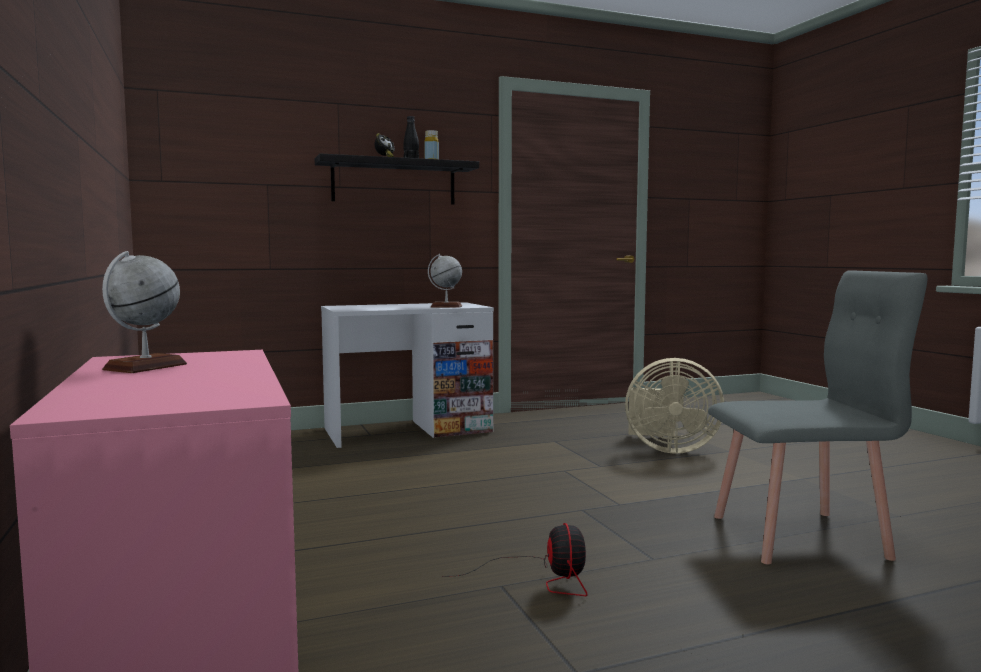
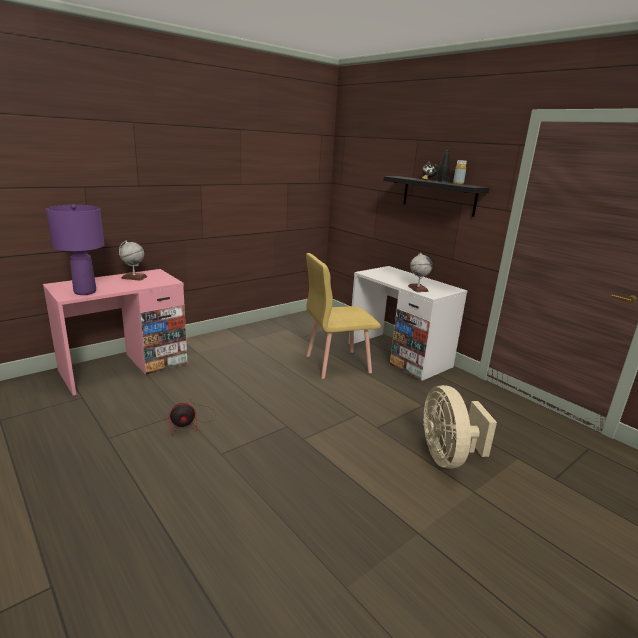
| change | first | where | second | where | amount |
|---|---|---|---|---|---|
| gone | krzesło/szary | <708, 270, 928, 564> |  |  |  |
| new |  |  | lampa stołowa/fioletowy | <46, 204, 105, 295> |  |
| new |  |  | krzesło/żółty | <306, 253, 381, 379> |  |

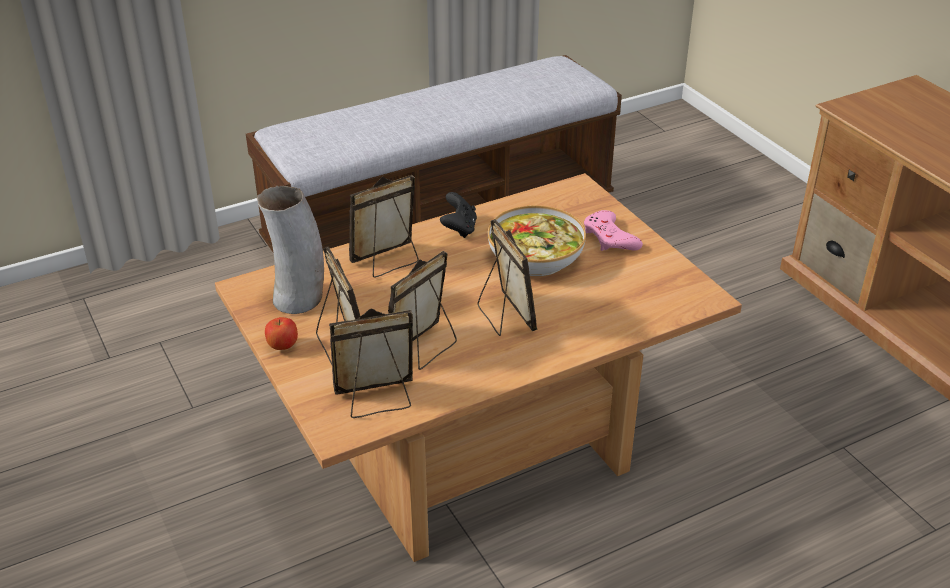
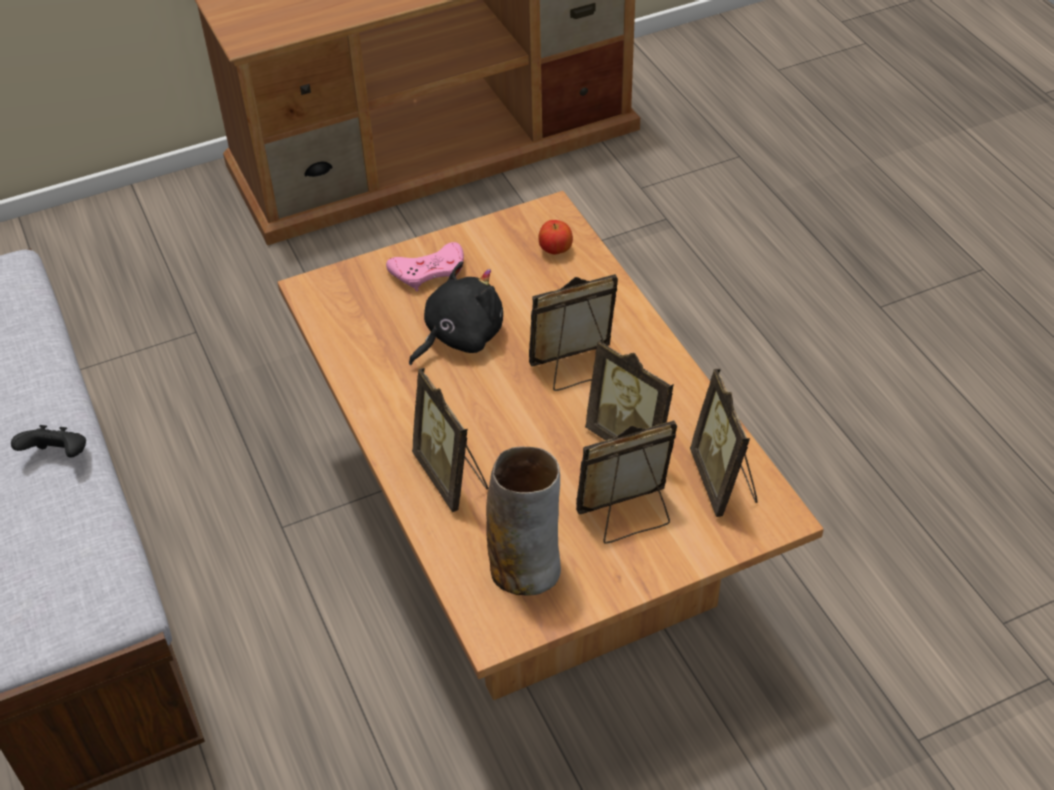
| change | first | where | second | where | amount |
|---|---|---|---|---|---|
| shifted | jabłko | <265, 317, 298, 350> |  | <538, 220, 573, 255> |  |
| shifted | pad do gier/czarny | <440, 192, 477, 238> |  | <11, 425, 86, 458> |  |
| swapped | miska | <488, 205, 586, 276> | pluszak/czarny | <409, 261, 503, 365> |  |

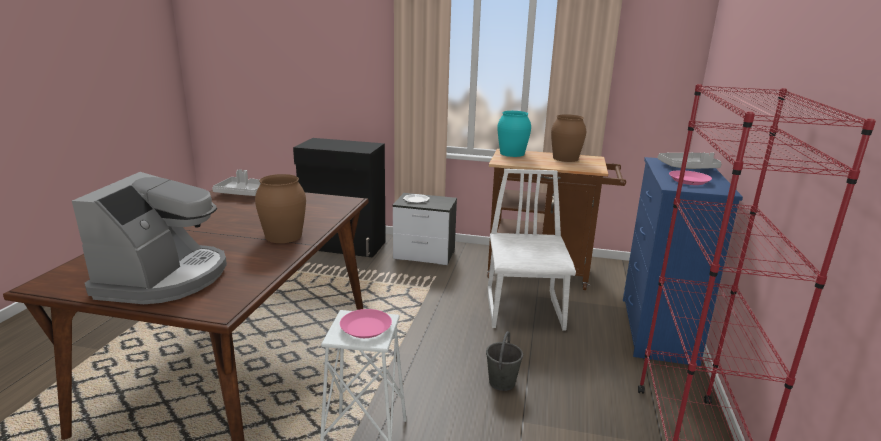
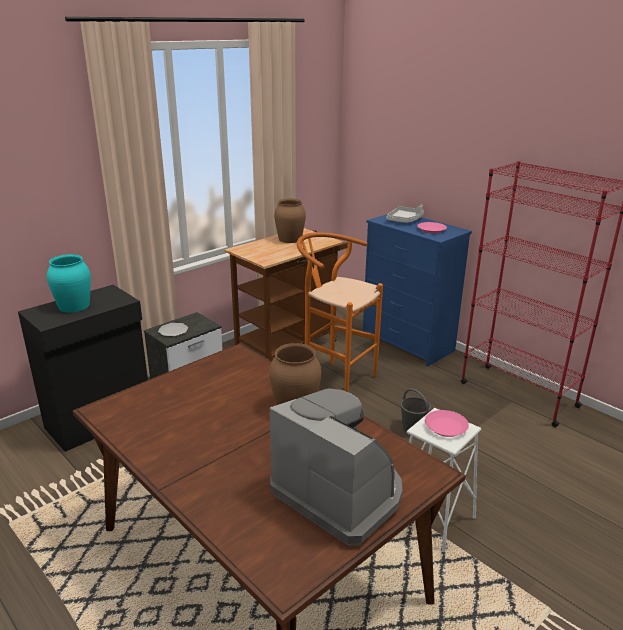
| change | first | where | second | where | amount |
|---|---|---|---|---|---|
| gone | taca/szary | <212, 169, 260, 196> |  |  |  |
| shifted | wazon/turkusowy | <497, 111, 531, 157> |  | <47, 254, 91, 312> |  |
| swapped | krzesło/biały | <488, 169, 576, 331> | stołek/pomarańczowy | <297, 232, 383, 392> |  |

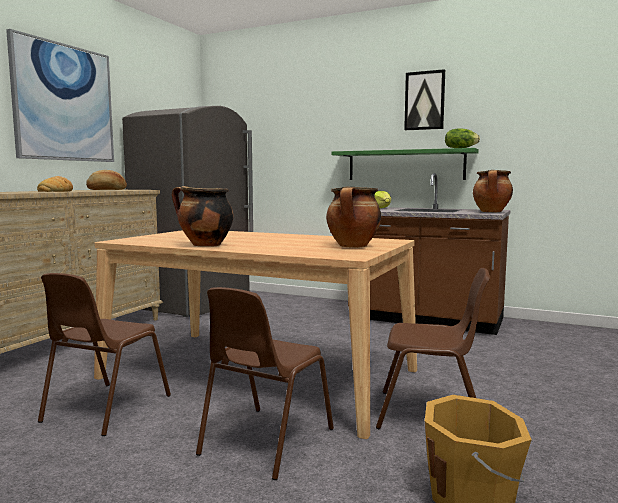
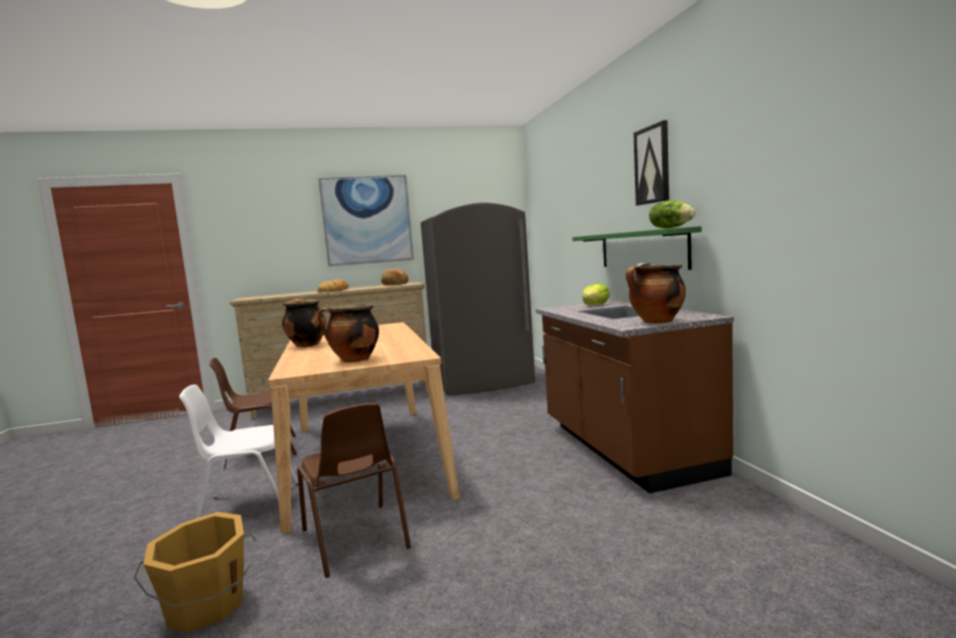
| change | first | where | second | where | amount |
|---|---|---|---|---|---|
| repainted | krzesło/brązowy | <196, 287, 334, 480> | krzesło/biały | <179, 384, 298, 519> |  |

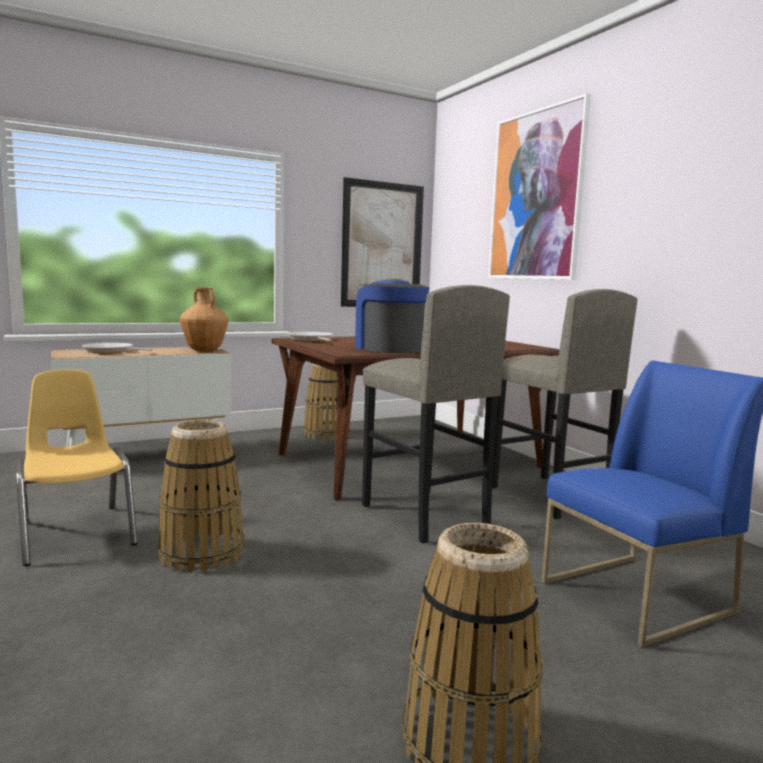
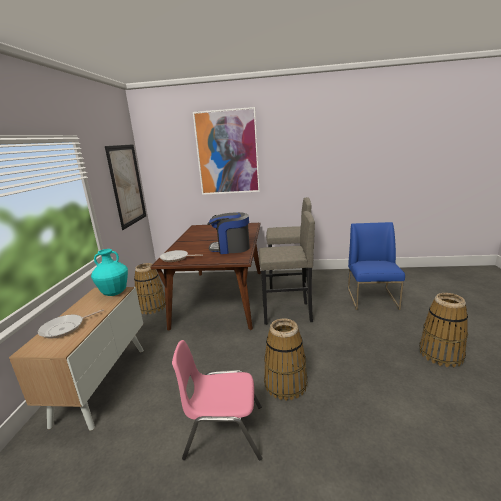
| change | first | where | second | where | amount |
|---|---|---|---|---|---|
| repainted | krzesło/żółty | <16, 370, 138, 566> | krzesło/różowy | <172, 340, 262, 460> |  |
| repainted | wazon/brązowy | <180, 287, 228, 352> | wazon/turkusowy | <91, 249, 128, 296> |  |

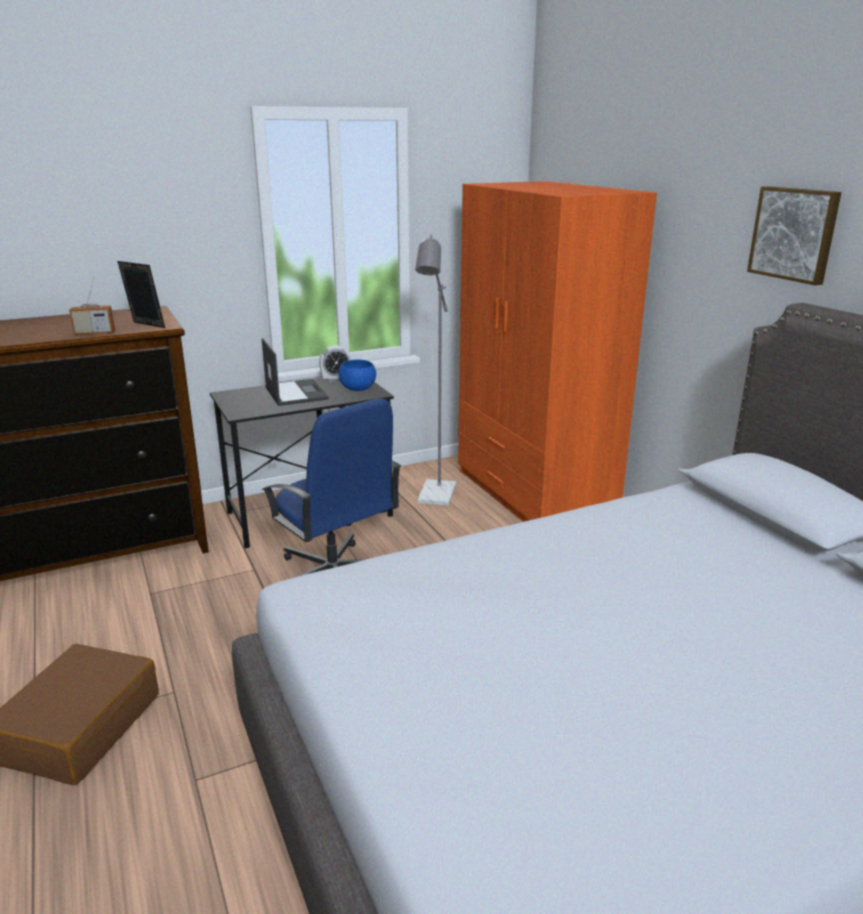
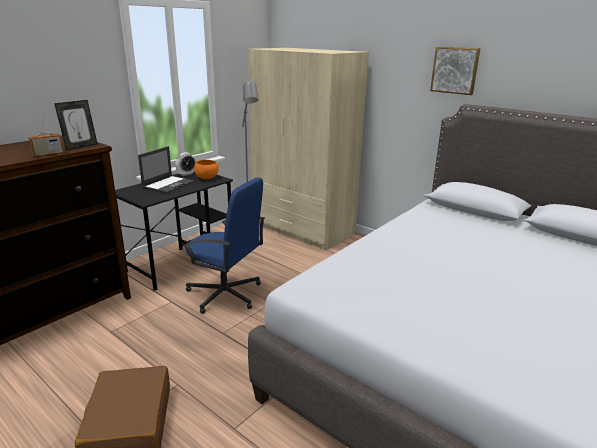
| change | first | where | second | where | amount |
|---|---|---|---|---|---|
| repainted | miska/niebieski | <339, 360, 376, 391> | miska/pomarańczowy | <194, 160, 219, 179> |  |
| repainted | szafa/pomarańczowy | <458, 181, 657, 522> | szafa/beżowy | <248, 48, 369, 251> |  |
| rotated | ramka na zdjęcie | <117, 261, 165, 328> |  | <54, 100, 98, 150> | 120 degrees clockwise |
| rotated | laptop | <262, 338, 329, 406> |  | <138, 146, 195, 194> | 75 degrees clockwise |

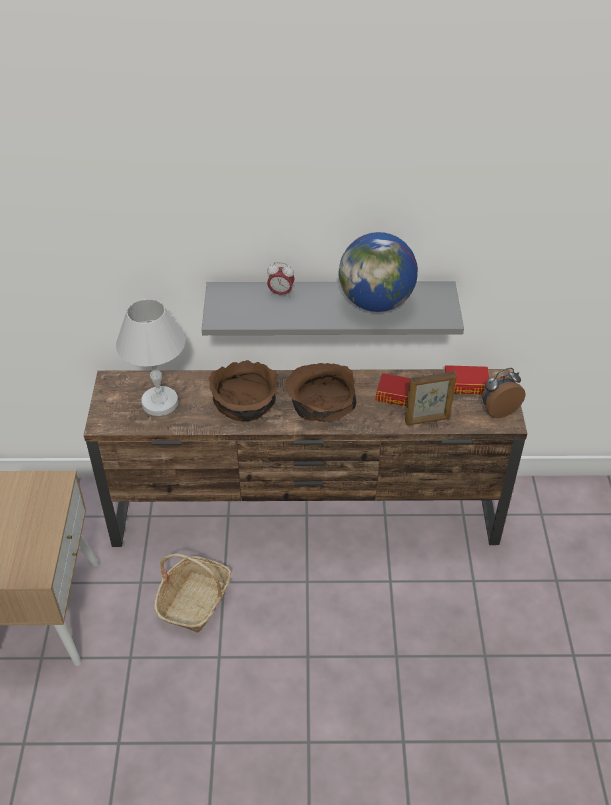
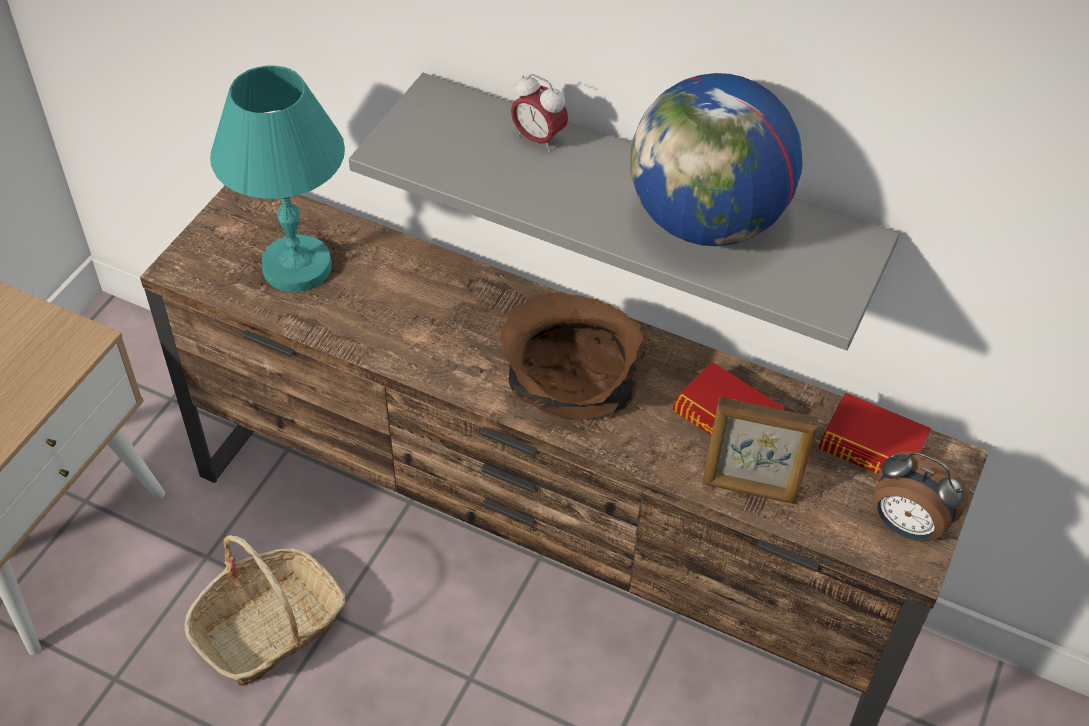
| change | first | where | second | where | amount |
|---|---|---|---|---|---|
| gone | miska/brązowy | <208, 360, 278, 422> |  |  |  |
| repainted | lampa stołowa/biały | <116, 299, 185, 416> | lampa stołowa/turkusowy | <210, 65, 345, 292> |  |
| rotated | budzik | <482, 368, 526, 418> |  | <872, 451, 969, 542> | 150 degrees counterclockwise |

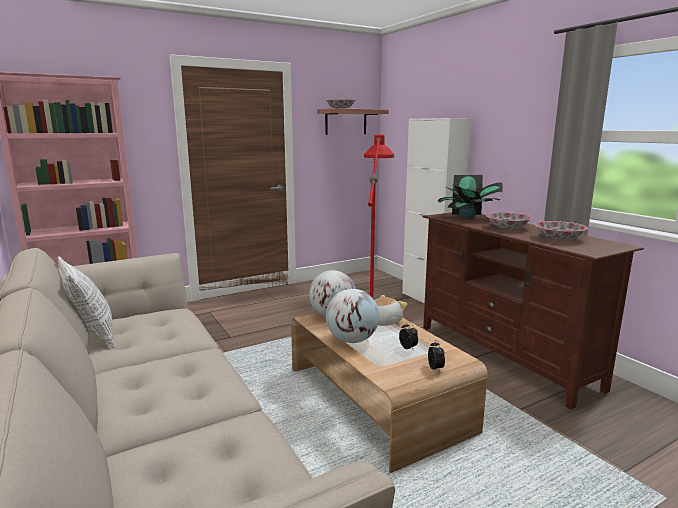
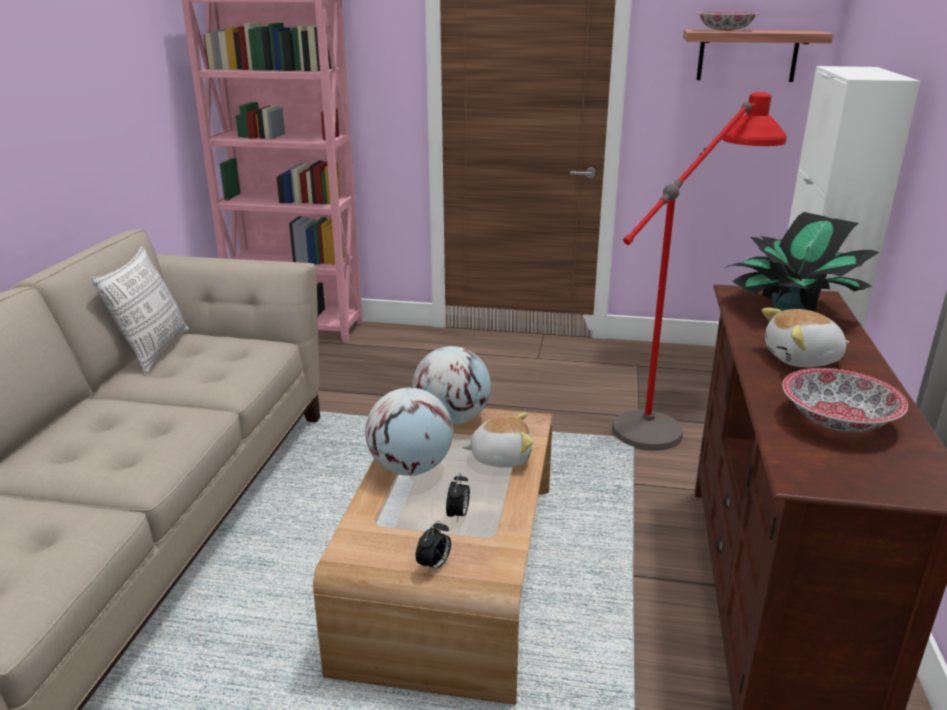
| change | first | where | second | where | amount |
|---|---|---|---|---|---|
| swapped | miska | <486, 212, 533, 229> | pluszak | <762, 308, 850, 367> |  |

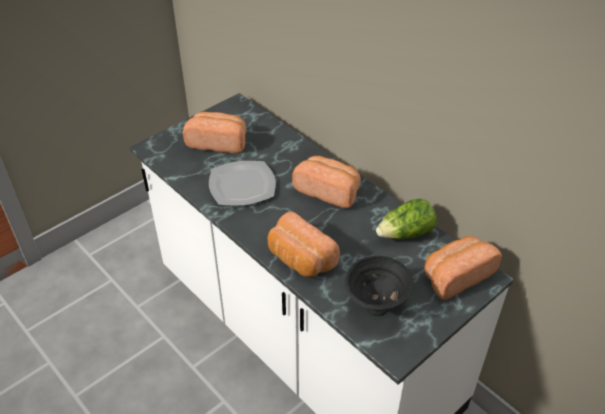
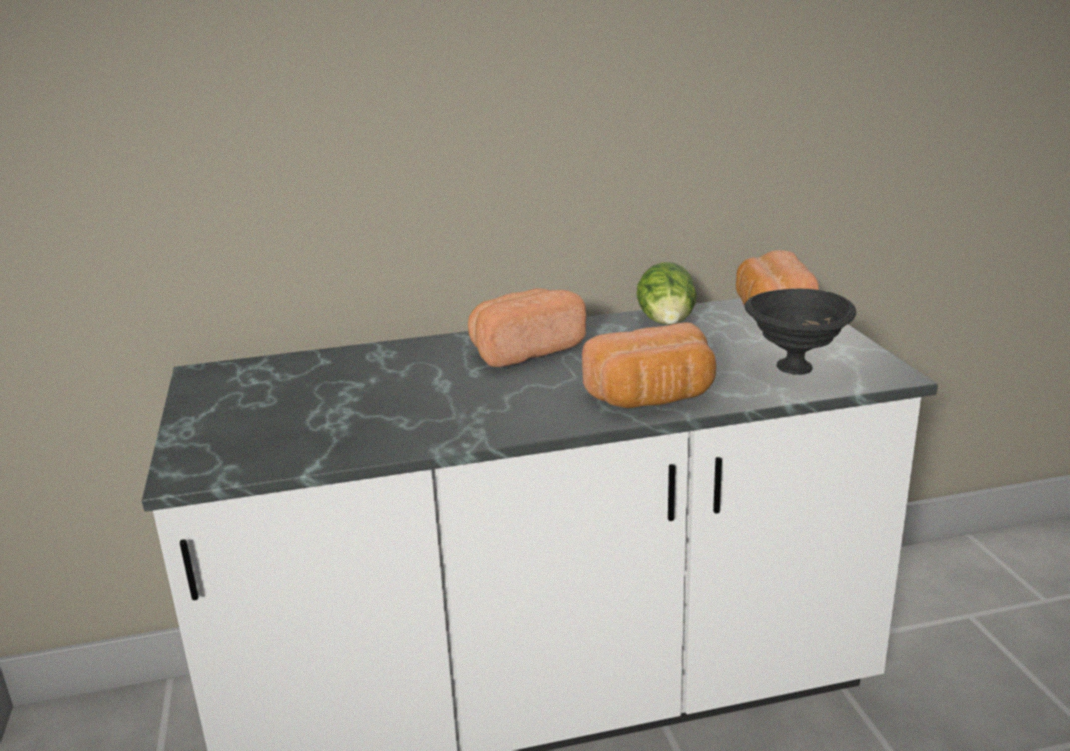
| change | first | where | second | where | amount |
|---|---|---|---|---|---|
| gone | chleb | <183, 112, 246, 153> |  |  |  |
| gone | talerz | <209, 161, 276, 206> |  |  |  |

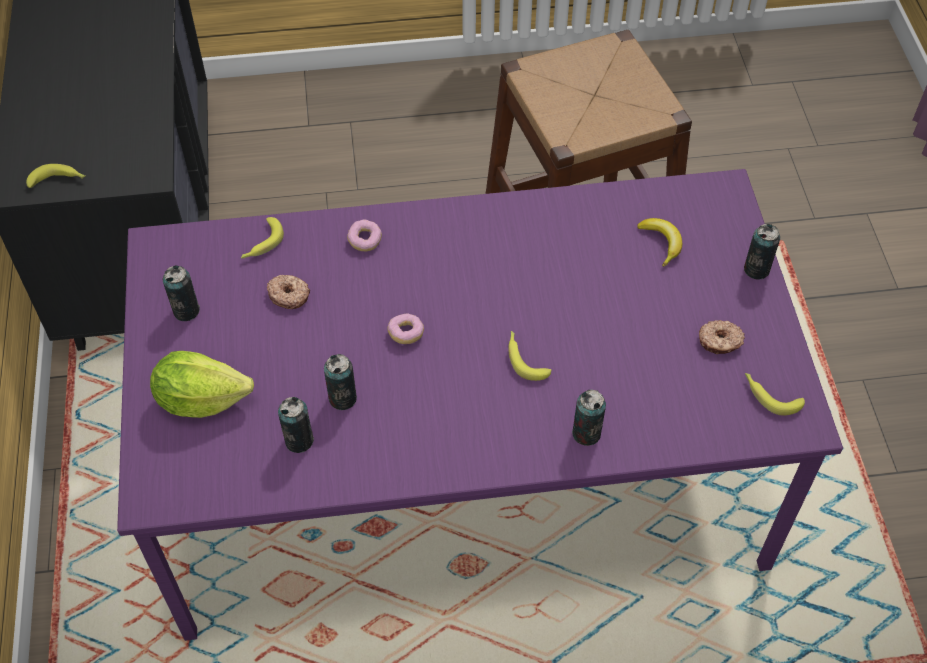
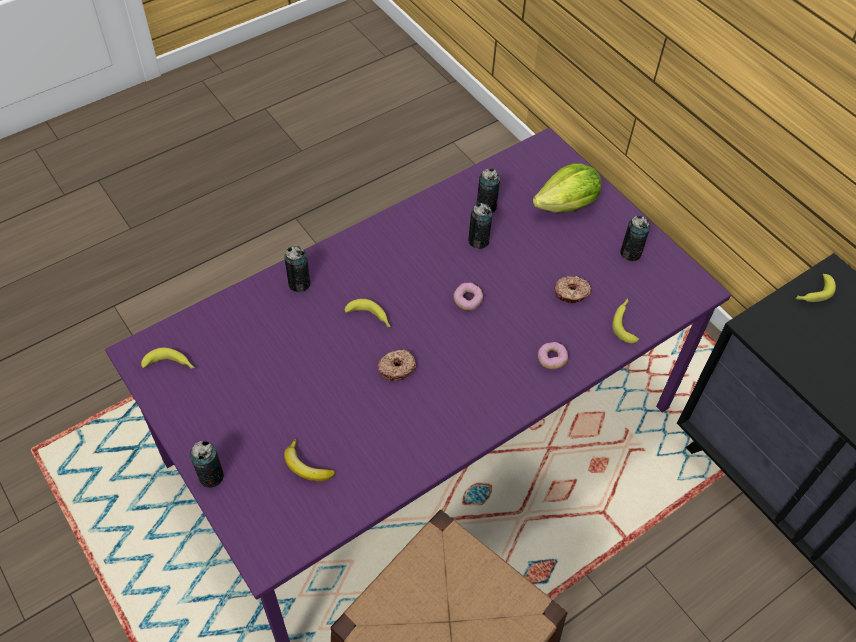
| change | first | where | second | where | amount |
|---|---|---|---|---|---|
| shifted | donut | <699, 320, 745, 354> |  | <378, 349, 416, 381> |  |

